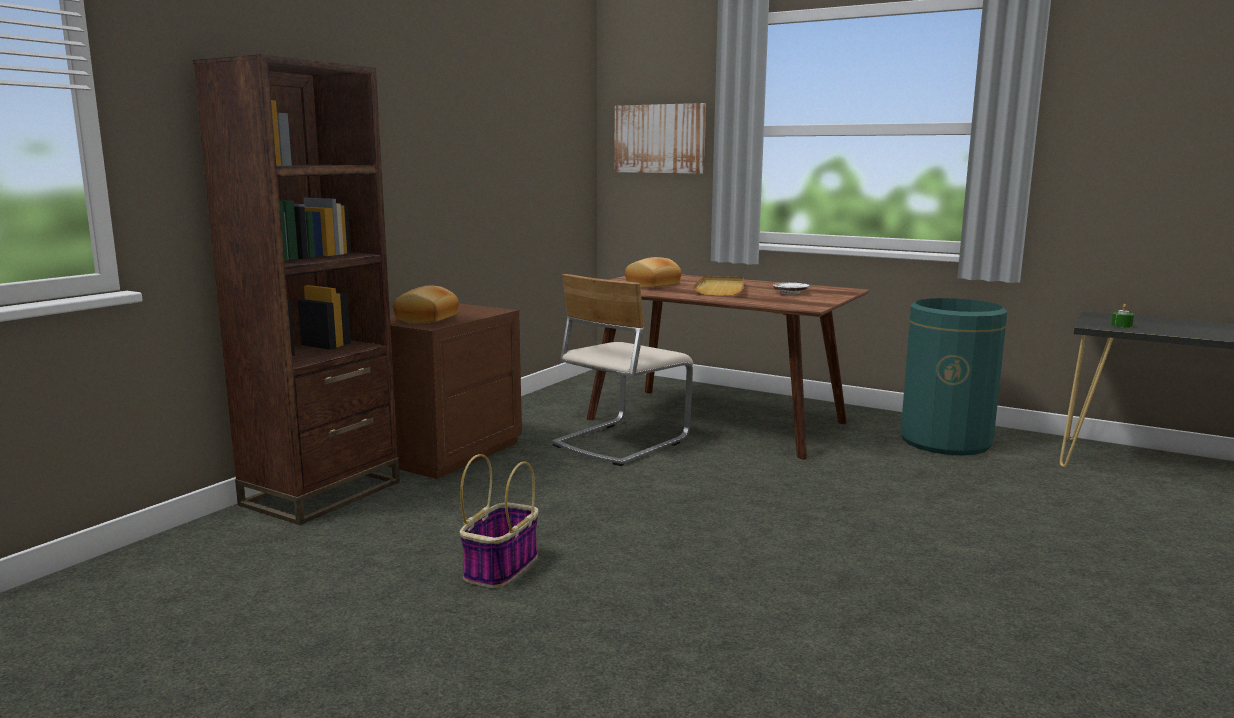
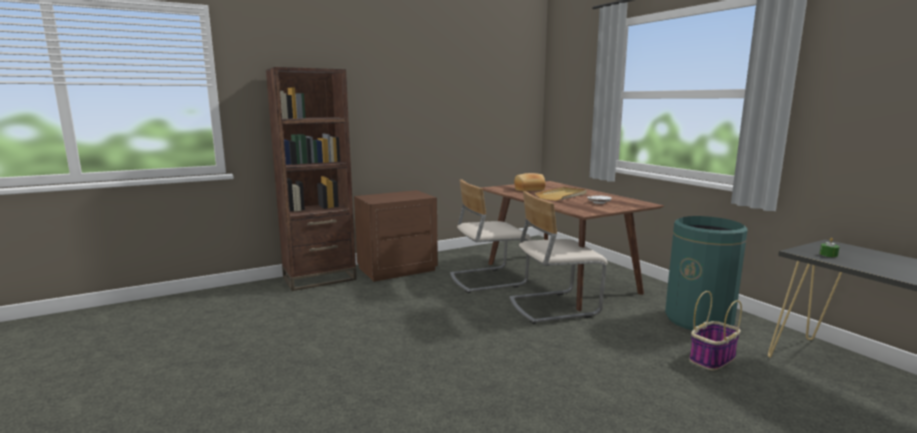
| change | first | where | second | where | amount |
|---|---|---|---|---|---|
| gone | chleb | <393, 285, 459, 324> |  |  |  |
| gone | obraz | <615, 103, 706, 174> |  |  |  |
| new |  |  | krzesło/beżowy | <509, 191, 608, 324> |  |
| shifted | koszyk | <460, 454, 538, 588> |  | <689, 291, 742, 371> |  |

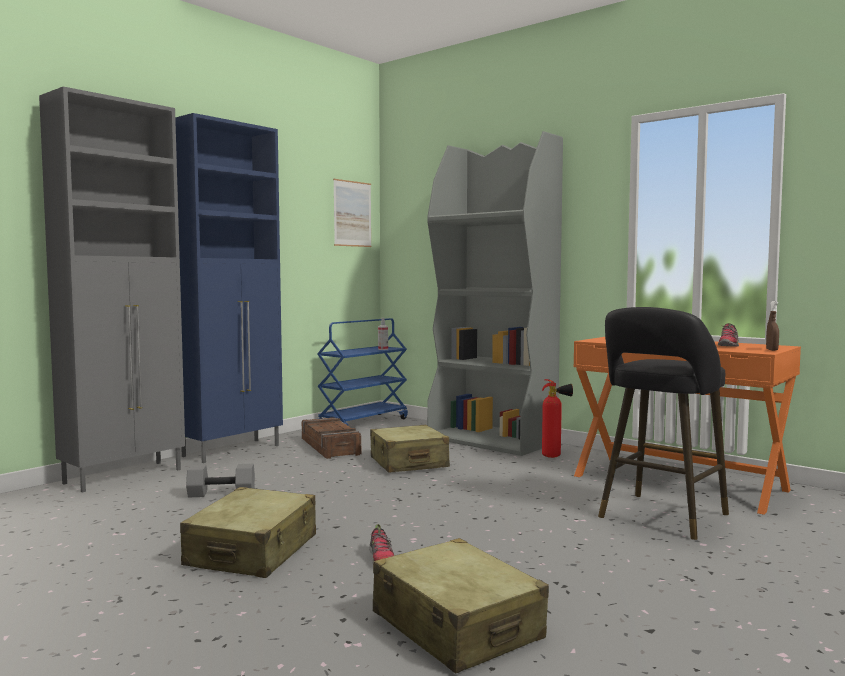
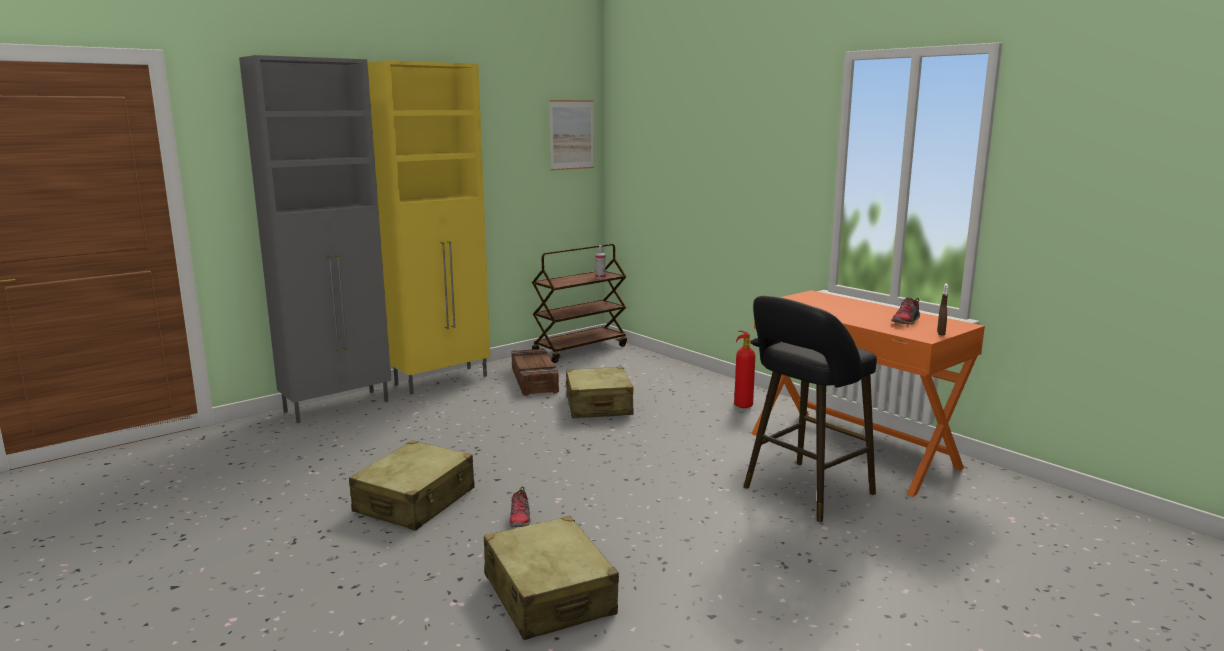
| change | first | where | second | where | amount |
|---|---|---|---|---|---|
| gone | hantel/szary | <186, 464, 255, 498> |  |  |  |
| gone | regał/szary | <427, 131, 563, 456> |  |  |  |
| repainted | szafka/niebieski | <175, 113, 283, 463> | szafka/żółty | <367, 60, 490, 394> |  |
| repainted | wózek/niebieski | <317, 318, 408, 425> | wózek/brązowy | <531, 244, 627, 363> |  |

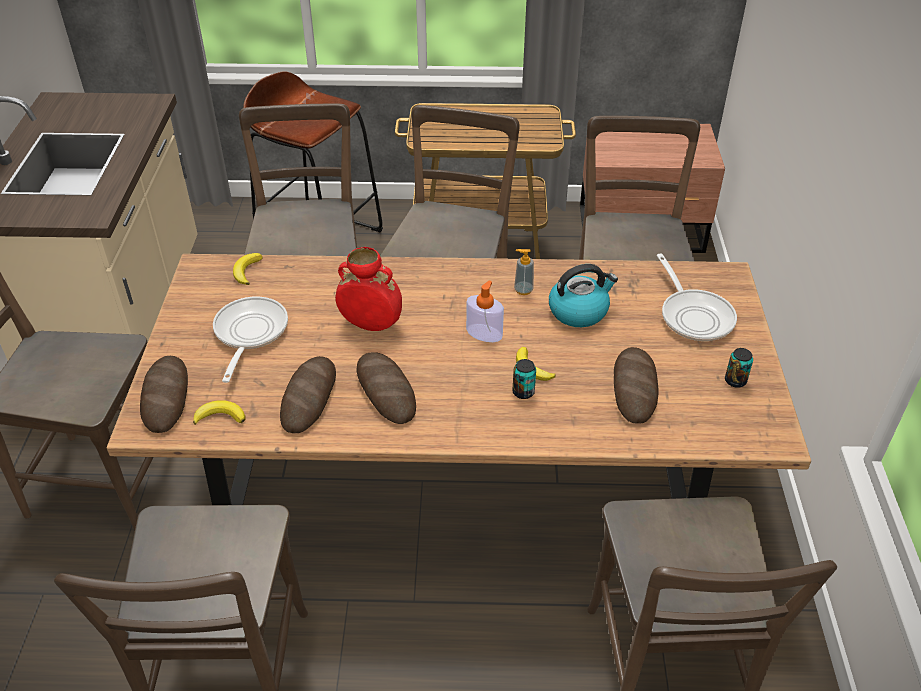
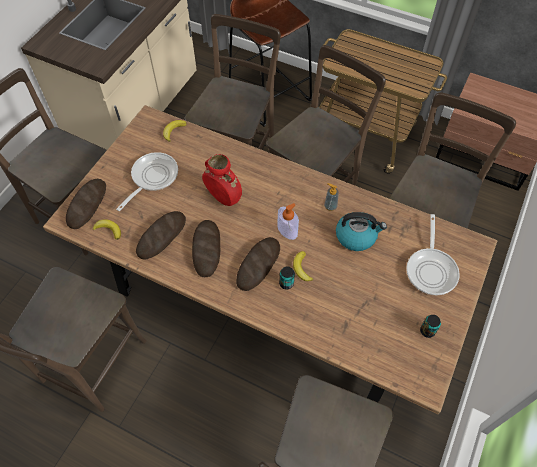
| change | first | where | second | where | amount |
|---|---|---|---|---|---|
| shifted | chleb | <614, 347, 659, 424> |  | <236, 237, 280, 291> |  |

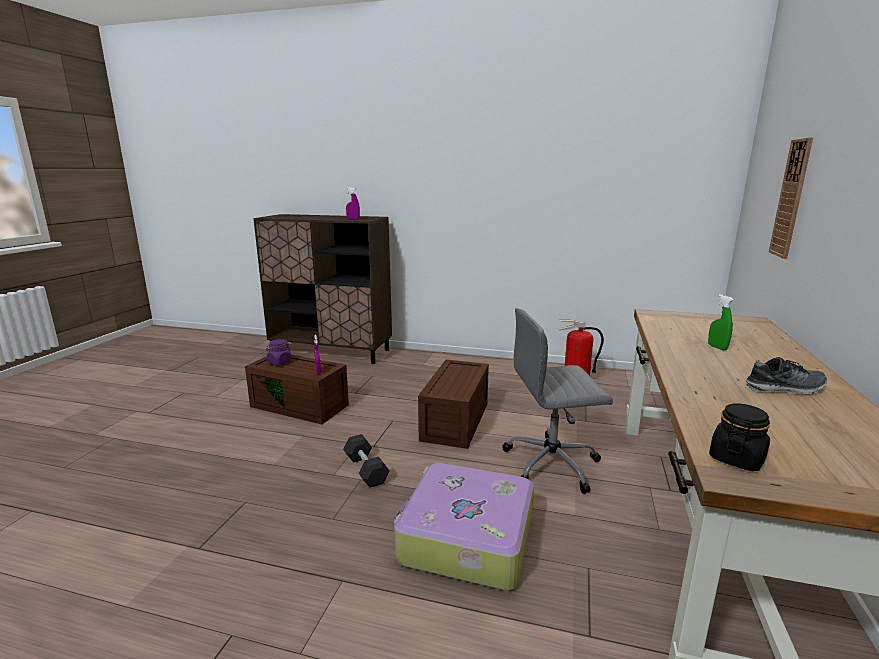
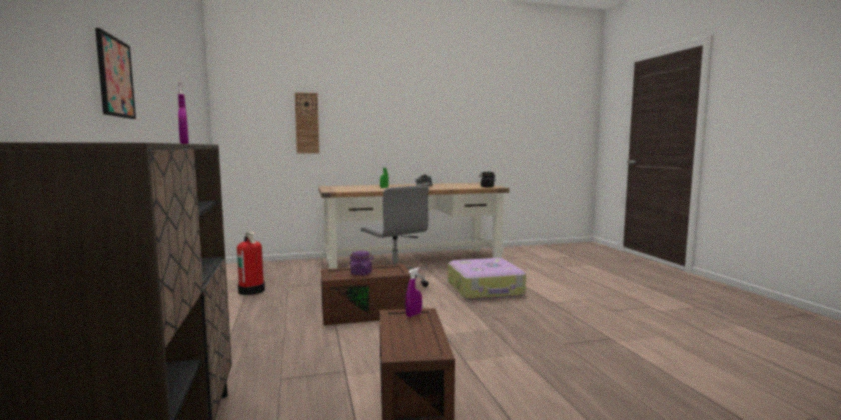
| change | first | where | second | where | amount |
|---|---|---|---|---|---|
| gone | hantel/czarny | <343, 434, 390, 488> |  |  |  |
| new |  |  | obraz | <95, 28, 136, 119> |  |
| shifted | słoik/fioletowy | <266, 339, 292, 365> |  | <349, 251, 374, 275> |  |

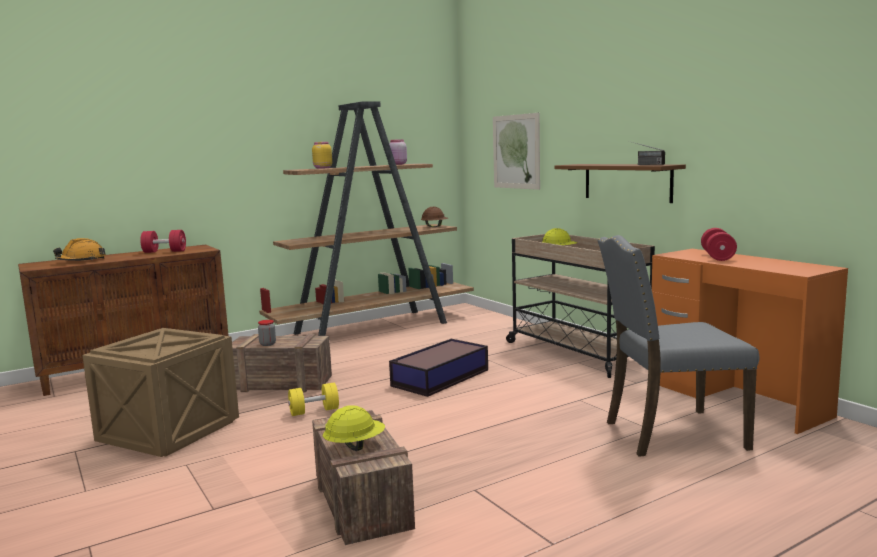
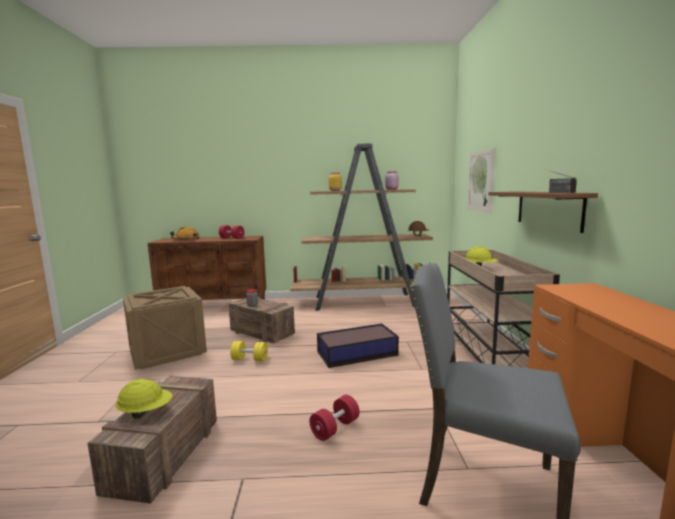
| change | first | where | second | where | amount |
|---|---|---|---|---|---|
| shifted | hantel/czerwony | <701, 228, 737, 261> |  | <310, 395, 360, 441> |  |

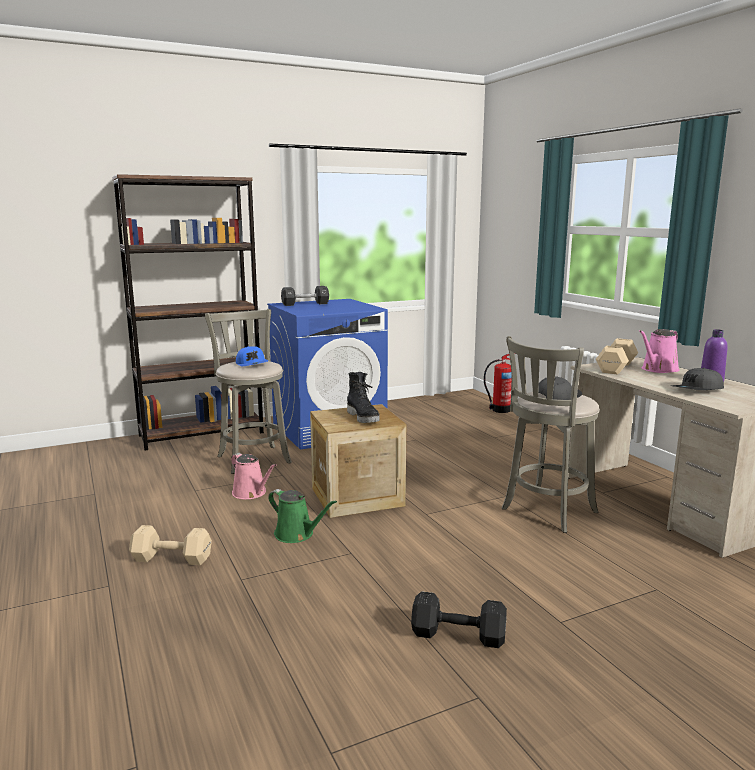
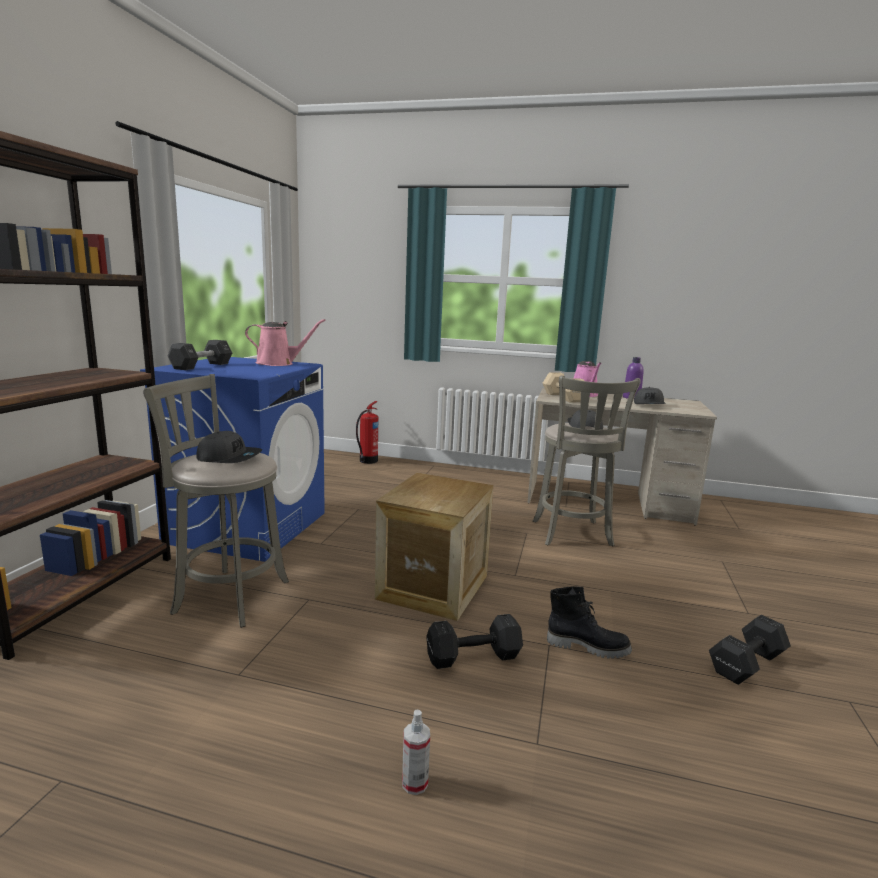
| change | first | where | second | where | amount |
|---|---|---|---|---|---|
| shifted | konewka/różowy | <231, 453, 276, 499> |  | <245, 319, 326, 366> |  |
| shifted | but z cholewką/czarny | <347, 372, 380, 423> |  | <547, 586, 632, 659> |  |
| swapped | hantel/beżowy | <129, 525, 212, 565> | spryskiwacz | <402, 709, 430, 795> |  |
| swapped | konewka/zielony | <268, 489, 337, 543> | hantel/czarny | <426, 614, 523, 669> |  |
| repainted | czapka z daszkiem/niebieski | <236, 346, 268, 366> | czapka z daszkiem/szary | <196, 431, 262, 463> |  |

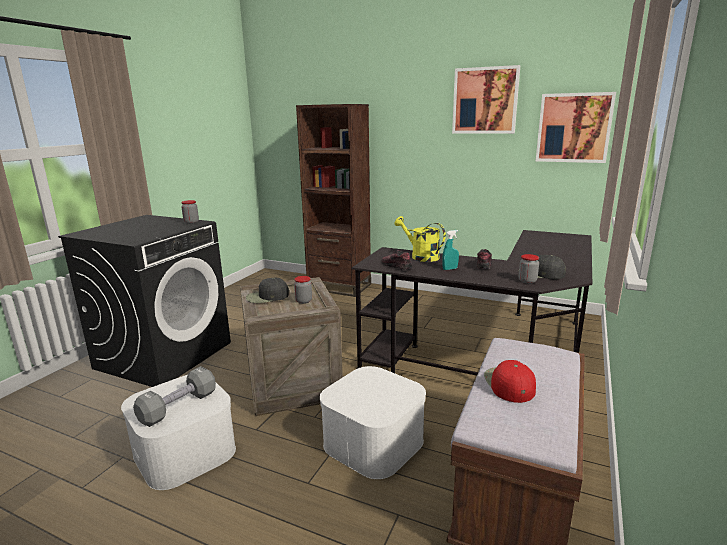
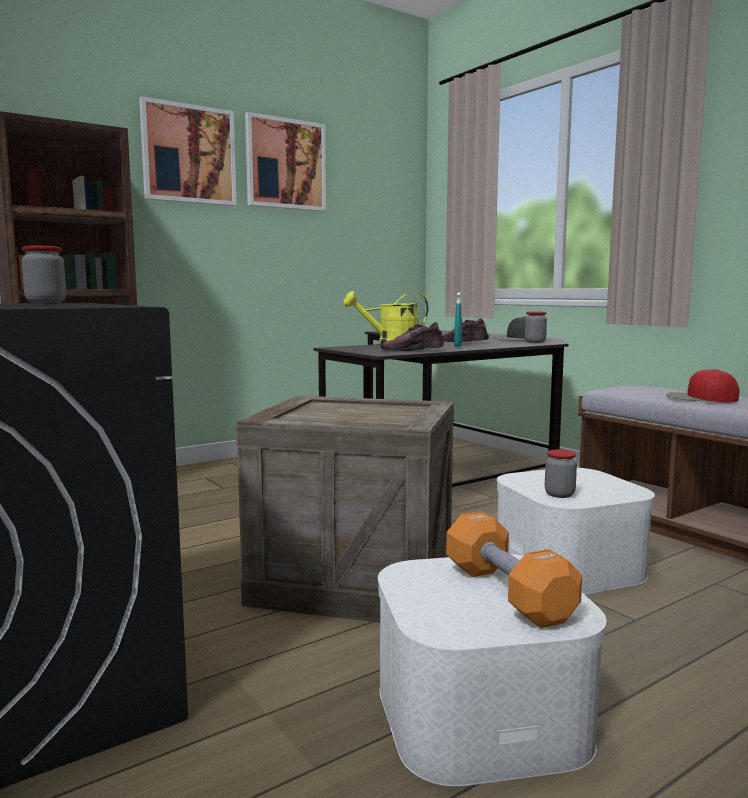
| change | first | where | second | where | amount |
|---|---|---|---|---|---|
| gone | czapka z daszkiem/czarny | <246, 278, 289, 303> |  |  |  |
| shifted | słoik | <294, 276, 312, 304> |  | <545, 450, 577, 498> |  |
| shifted | obraz | <536, 92, 616, 163> |  | <139, 96, 237, 206> |  |
| repainted | hantel/szary | <133, 366, 216, 427> | hantel/pomarańczowy | <446, 511, 582, 628> |  |

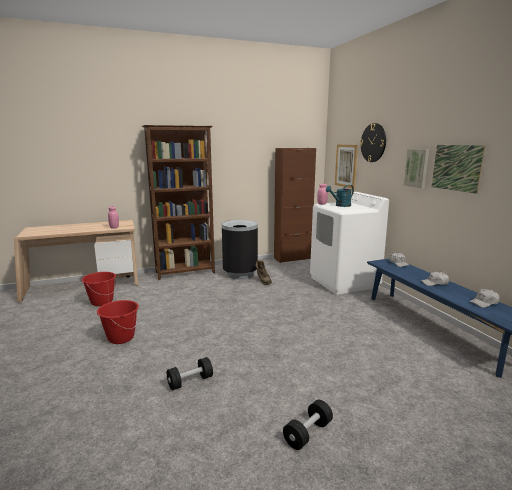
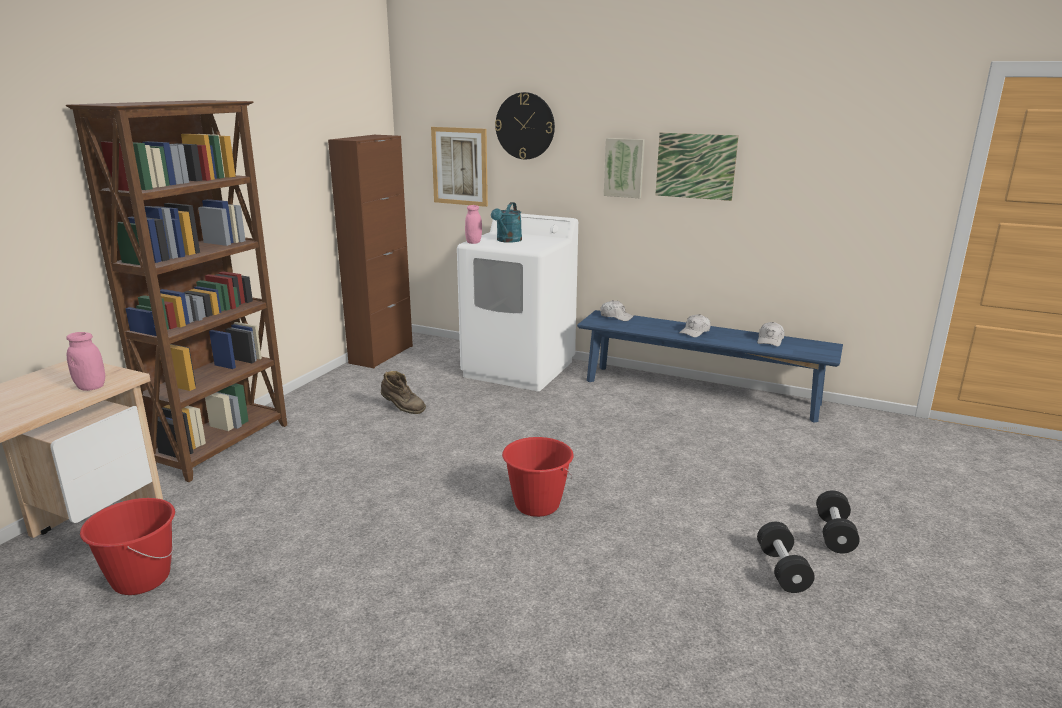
| change | first | where | second | where | amount |
|---|---|---|---|---|---|
| gone | kosz na śmieci/czarny | <222, 220, 258, 279> |  |  |  |
| shifted | wiadro/czerwony | <97, 300, 139, 344> |  | <502, 437, 574, 517> |  |
| shifted | hantel/czarny | <167, 357, 213, 390> |  | <816, 490, 860, 554> |  |

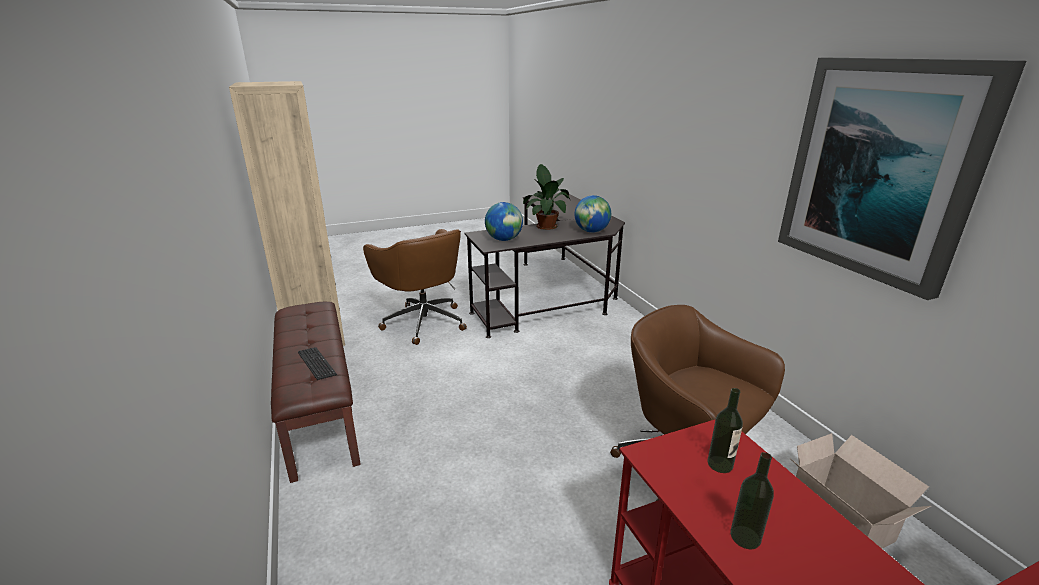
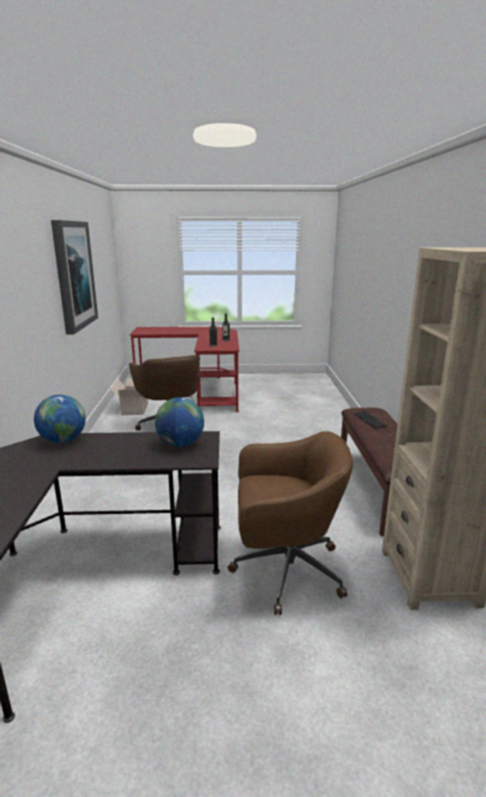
| change | first | where | second | where | amount |
|---|---|---|---|---|---|
| gone | roślina doniczkowa | <523, 164, 571, 230> |  |  |  |
| rotated | krzesło biurowe/brązowy | <363, 229, 467, 345> |  | <228, 431, 353, 615> | 105 degrees clockwise |

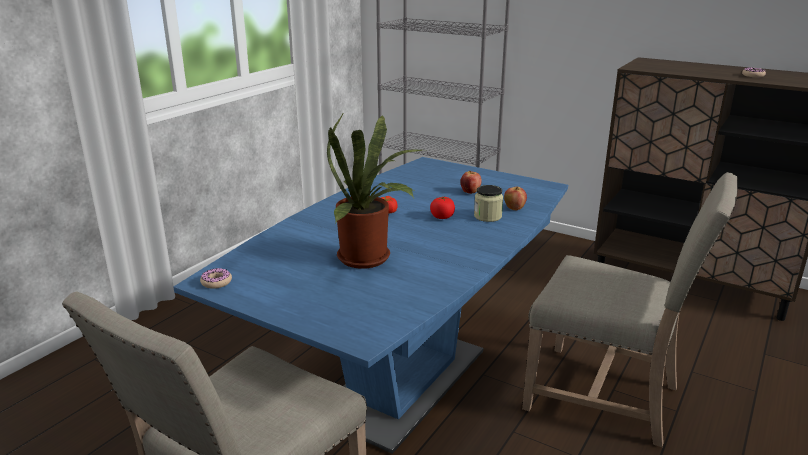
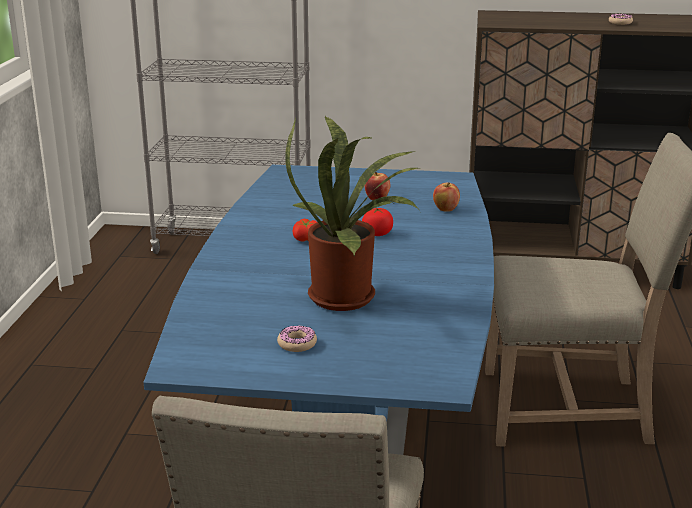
| change | first | where | second | where | amount |
|---|---|---|---|---|---|
| gone | słoik | <474, 185, 503, 222> |  |  |  |
| shifted | donut | <200, 268, 232, 289> |  | <277, 326, 317, 352> |  |

